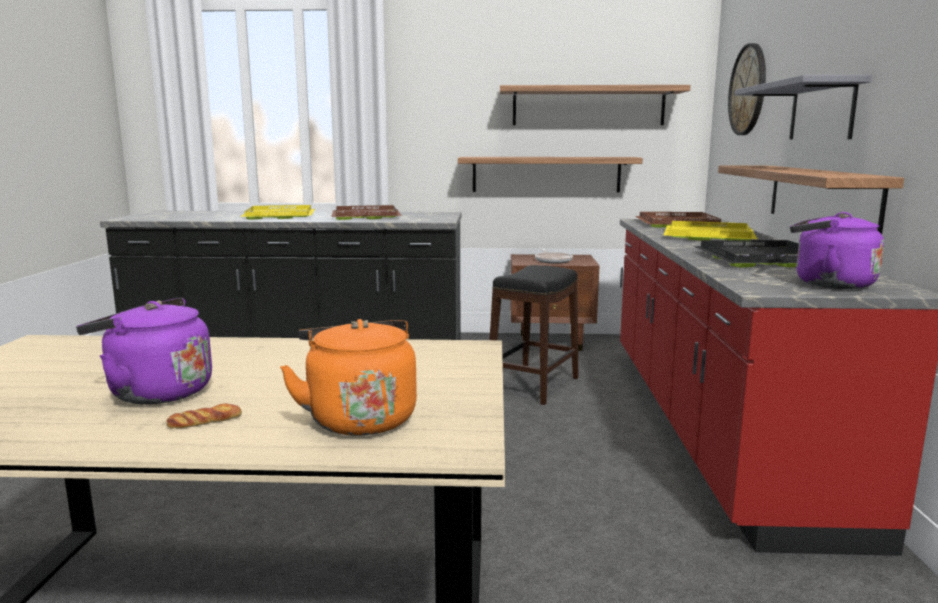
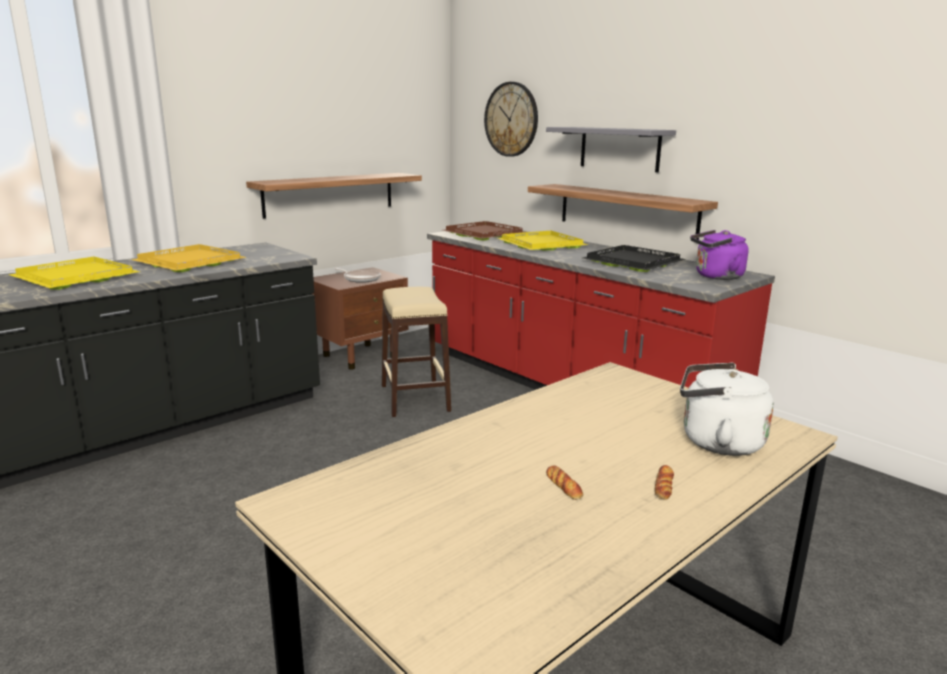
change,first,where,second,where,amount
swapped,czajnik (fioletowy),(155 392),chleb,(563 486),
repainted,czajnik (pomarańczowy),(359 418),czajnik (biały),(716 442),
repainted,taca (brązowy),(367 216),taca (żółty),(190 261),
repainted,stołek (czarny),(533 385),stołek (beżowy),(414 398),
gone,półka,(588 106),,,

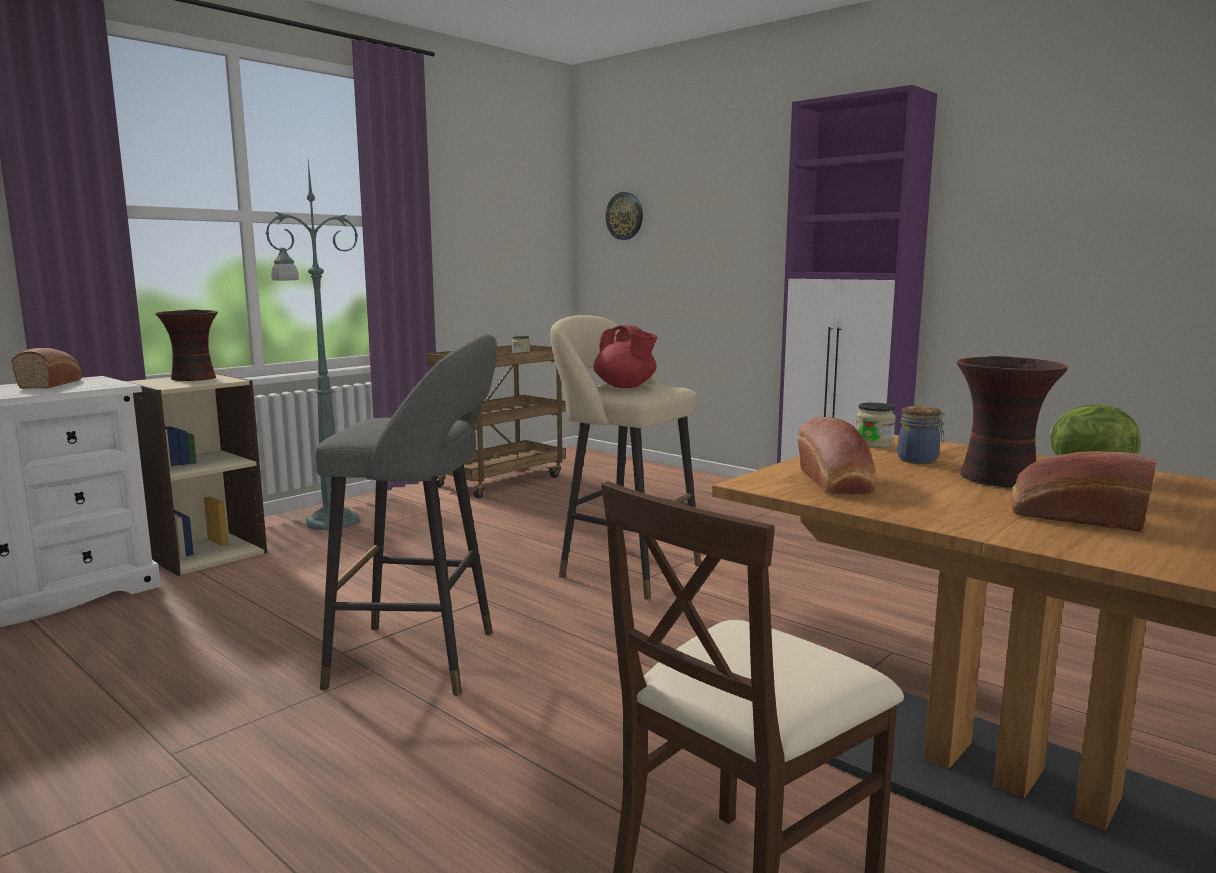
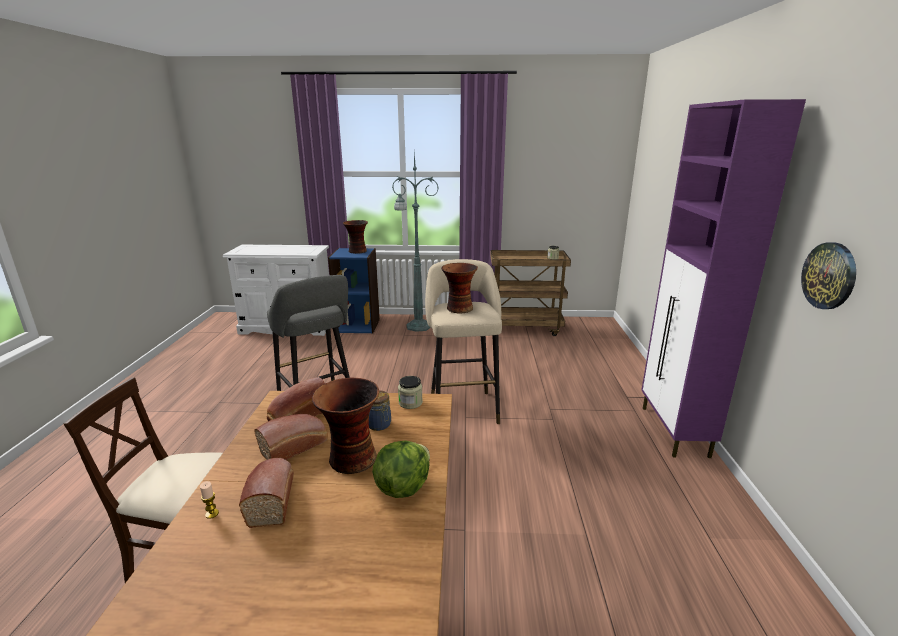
change,first,where,second,where,amount
shifted,chleb,(52 384),,(296 447),
repainted,regał (beżowy),(205 553),regał (niebieski),(358 325),
swapped,imbryk (czerwony),(625 387),wazon,(458 308),
shifted,zegar ścienny,(625 216),,(829 276),
new,,,świeca,(212 514),

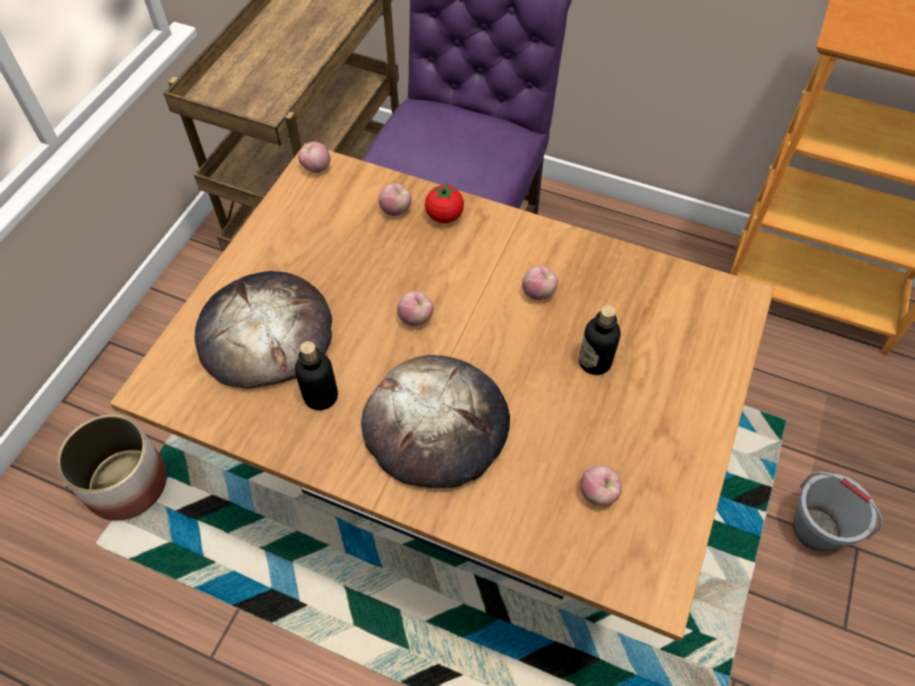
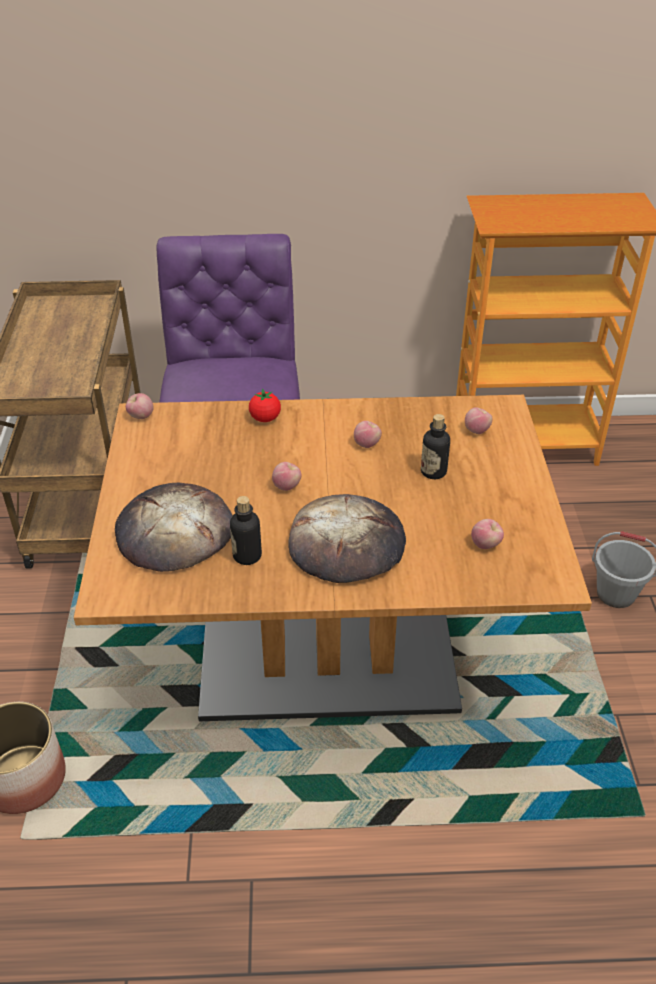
change,first,where,second,where,amount
shifted,jabłko,(396 210),,(476 430),

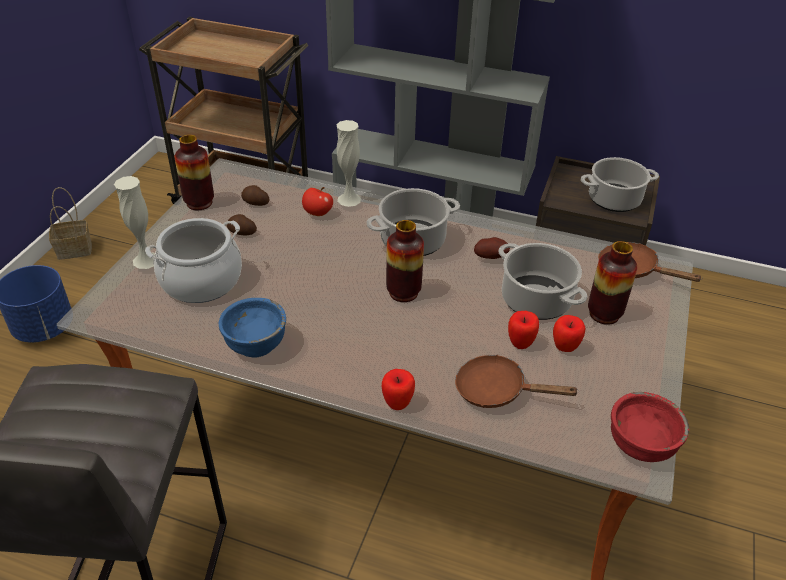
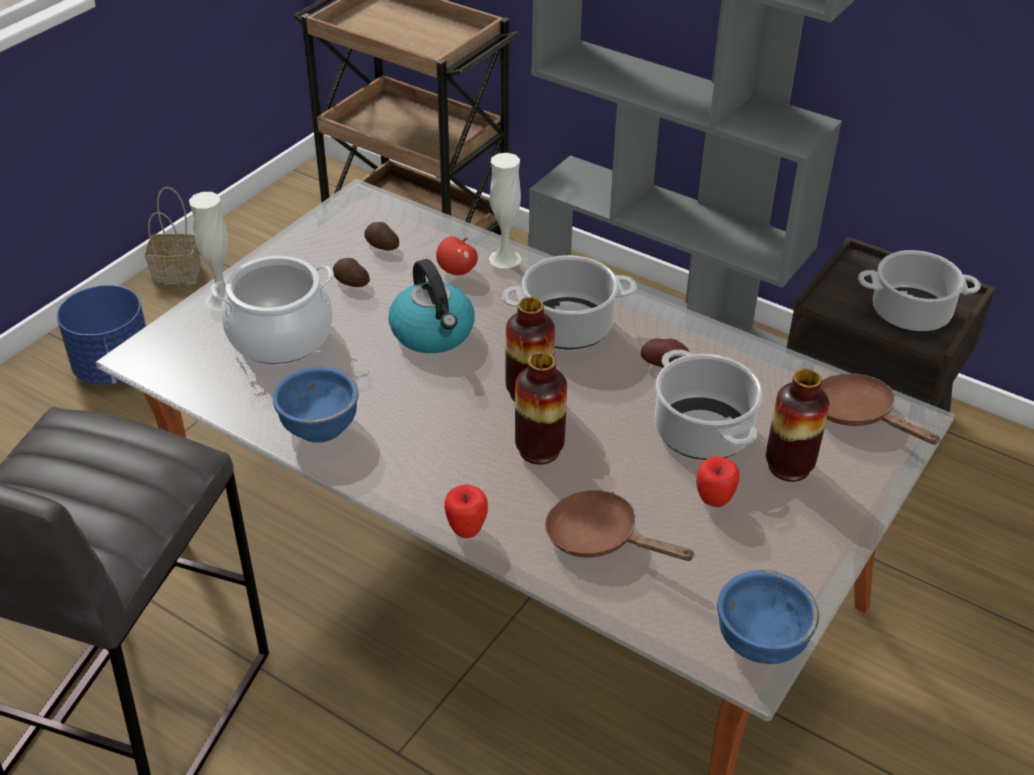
change,first,where,second,where,amount
shifted,wazon,(199 203),,(539 450),
gone,jabłko,(520 343),,,
repainted,miska (czerwony),(641 445),miska (niebieski),(762 641),
new,,,czajnik,(433 333),

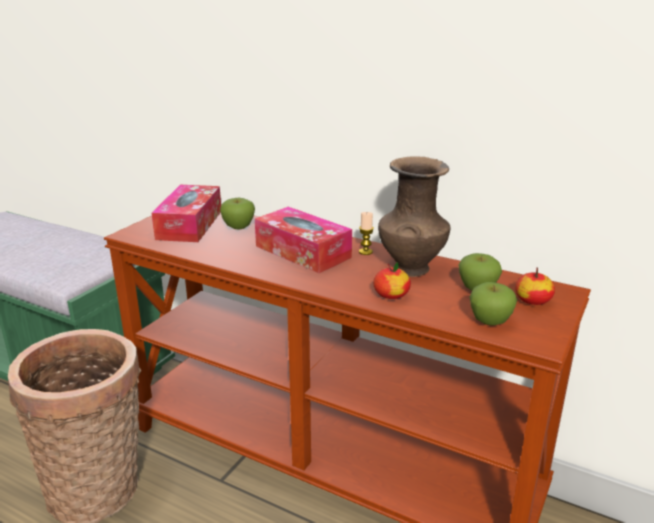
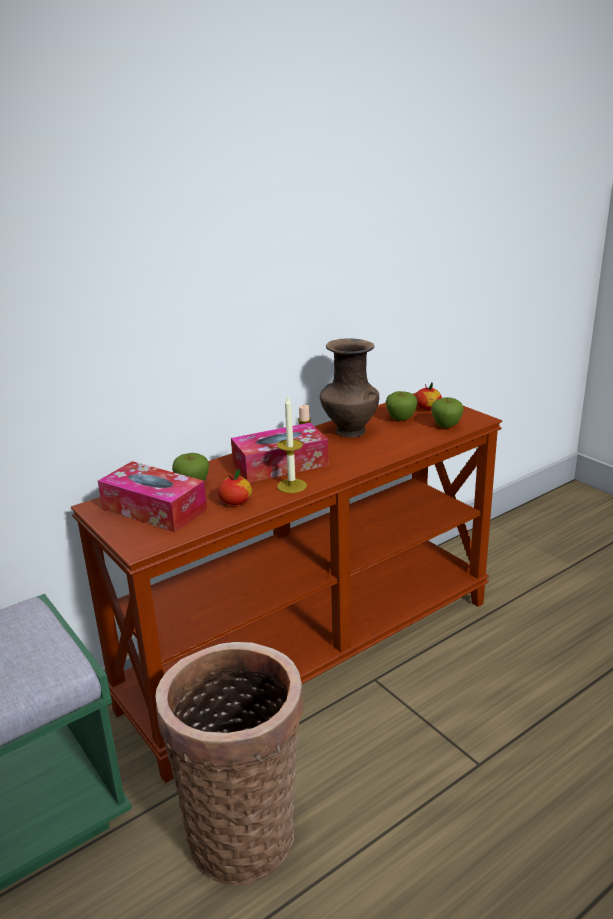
change,first,where,second,where,amount
shifted,jabłko,(391 295),,(235 501),
new,,,świeca,(292 486),

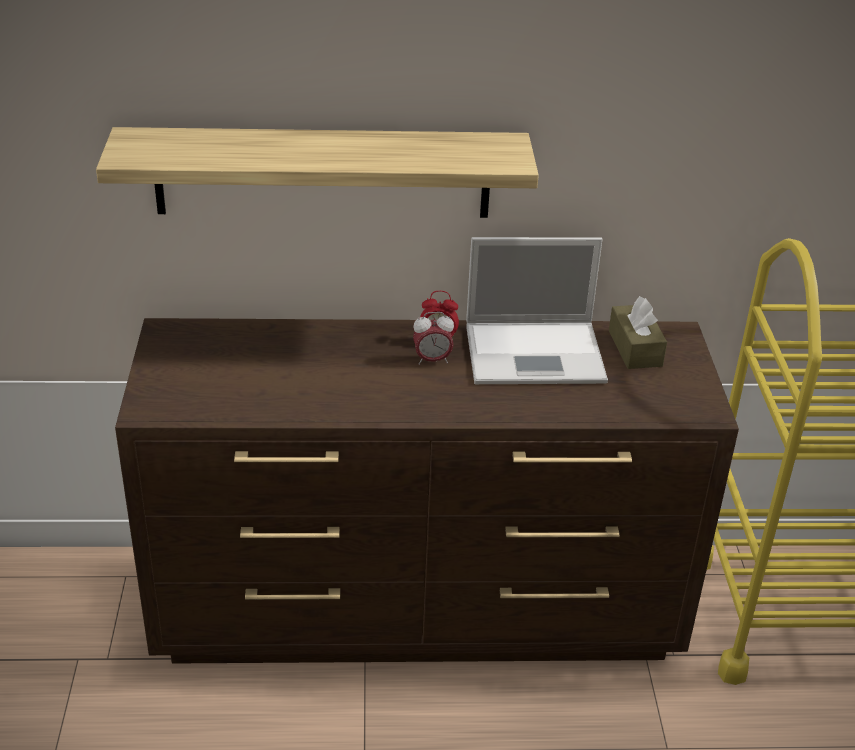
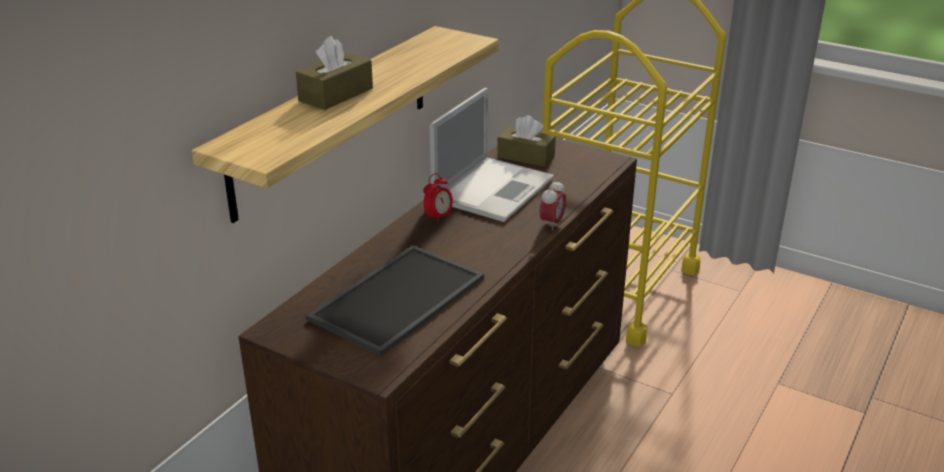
change,first,where,second,where,amount
shifted,budzik,(432 360),,(552 223),
new,,,pudełko chusteczek (brązowy),(336 94),
new,,,taca,(397 297),

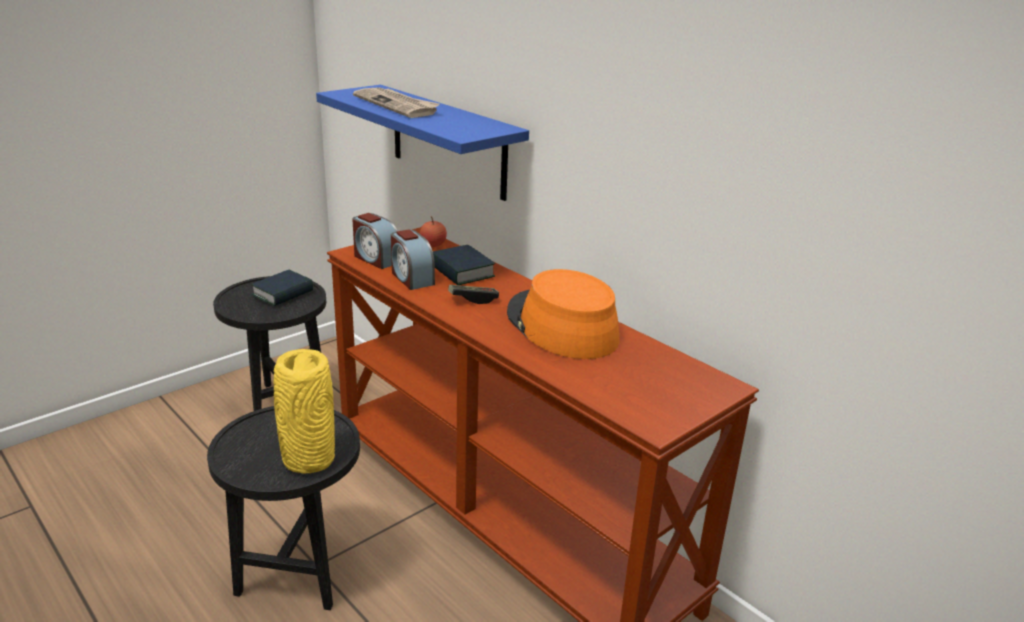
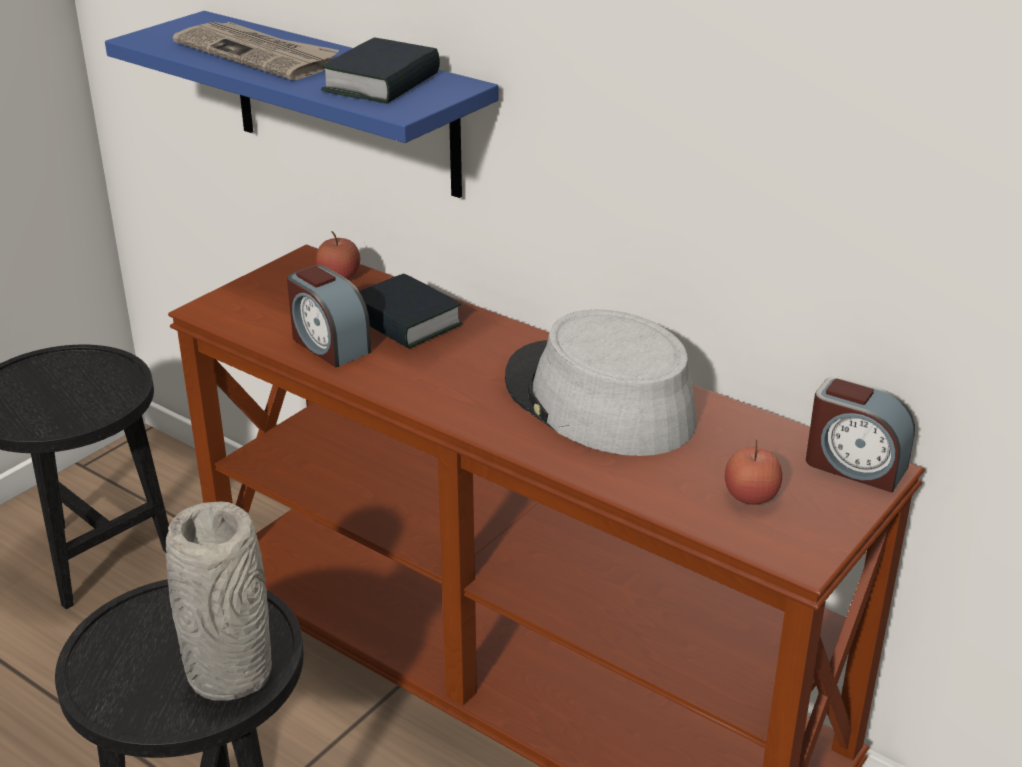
change,first,where,second,where,amount
shifted,książka,(283 293),,(382 83),
repainted,wazon (żółty),(308 460),wazon (szary),(229 675),
shifted,budzik,(376 259),,(854 466),
gone,pad do gier,(473 299),,,
repainted,kapelusz (pomarańczowy),(561 326),kapelusz (szary),(597 401),
new,,,jabłko,(750 496),

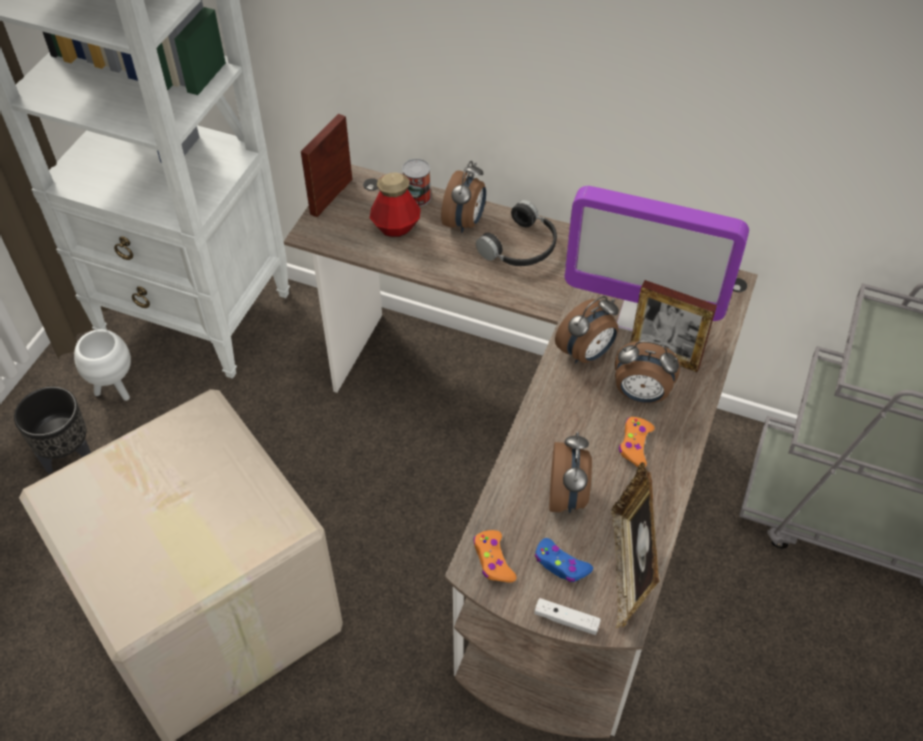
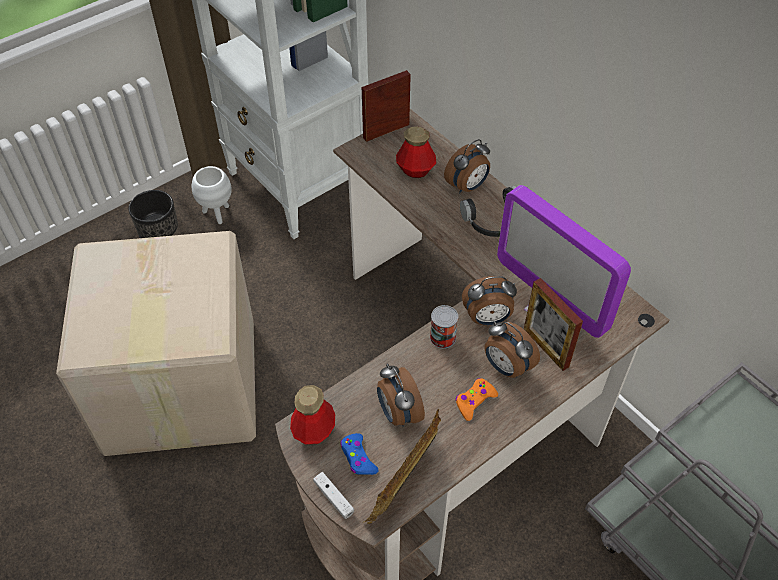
change,first,where,second,where,amount
shifted,puszka,(417 197),,(442 337),
swapped,pad do gier (pomarańczowy),(493 560),butelka,(314 431),
rotated,budzik,(568 496),,(398 413),120 degrees clockwise

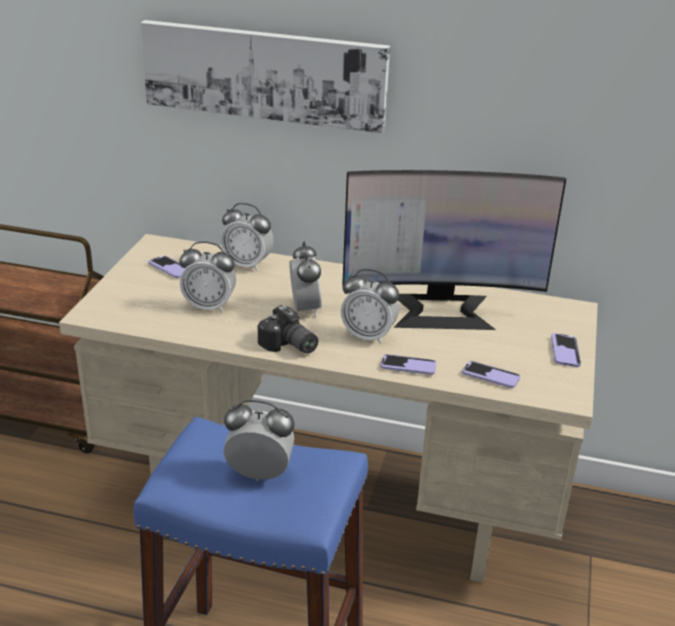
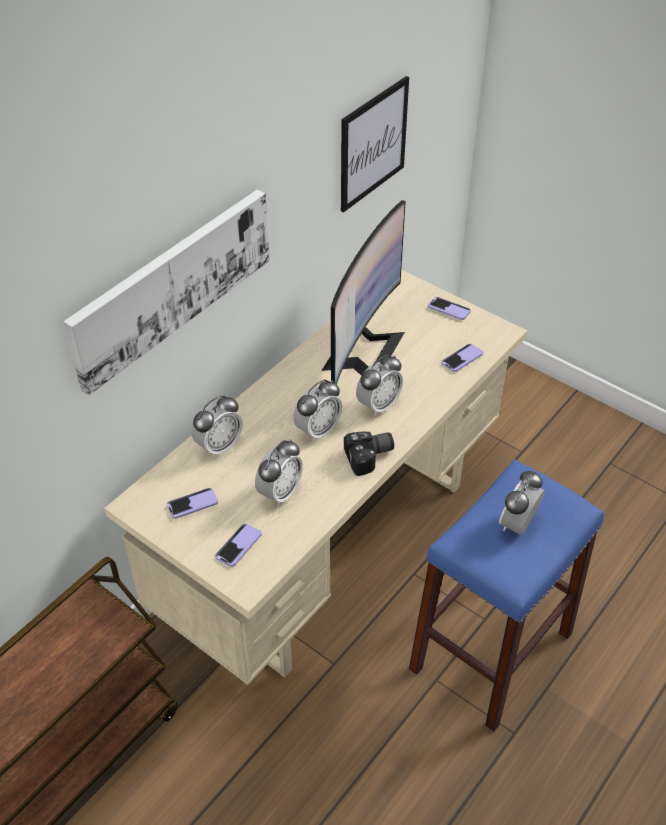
change,first,where,second,where,amount
rotated,budzik,(304 309),,(318 430),120 degrees clockwise
shifted,telefon,(408 366),,(238 546),
new,,,obraz,(373 144),

